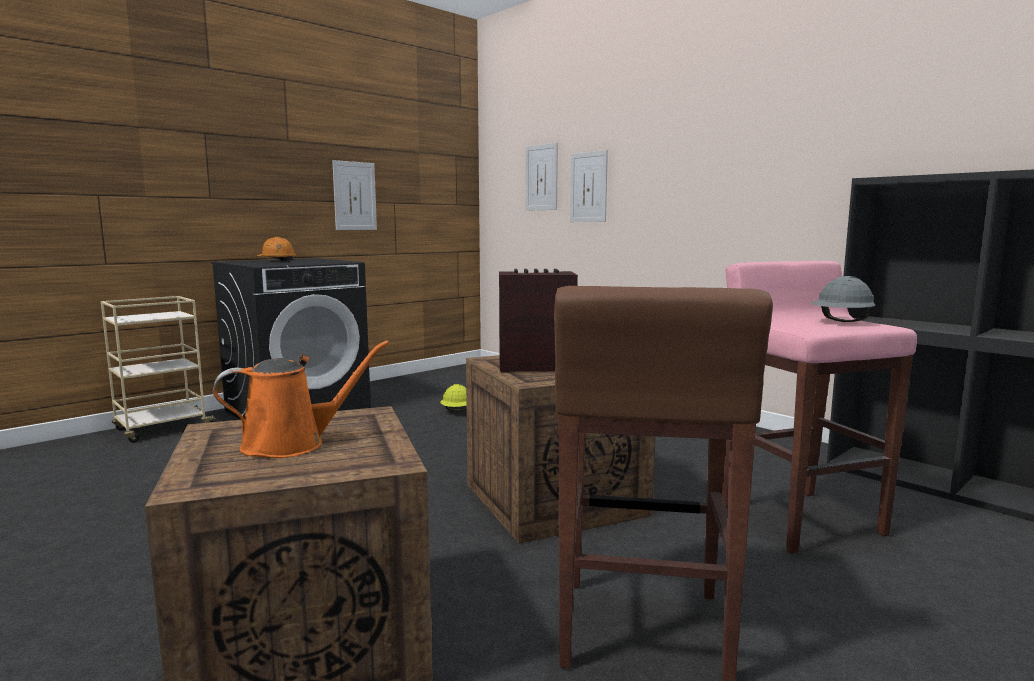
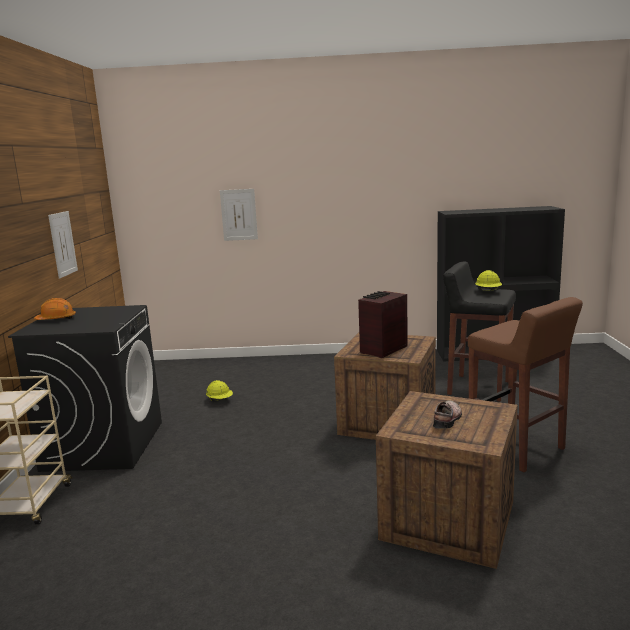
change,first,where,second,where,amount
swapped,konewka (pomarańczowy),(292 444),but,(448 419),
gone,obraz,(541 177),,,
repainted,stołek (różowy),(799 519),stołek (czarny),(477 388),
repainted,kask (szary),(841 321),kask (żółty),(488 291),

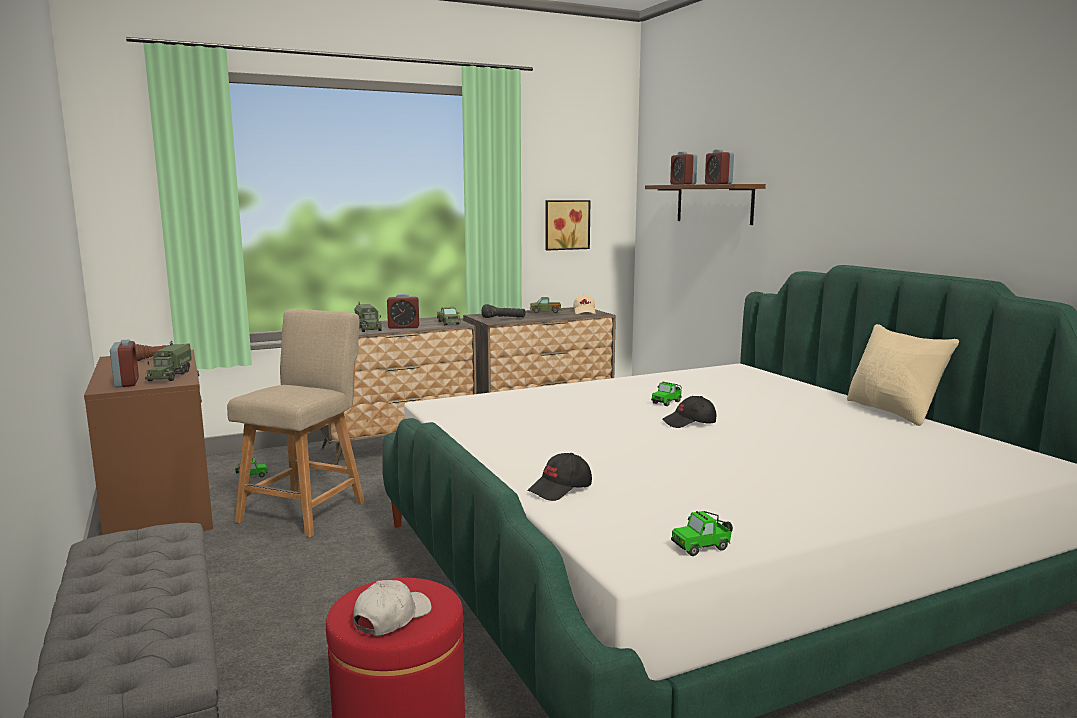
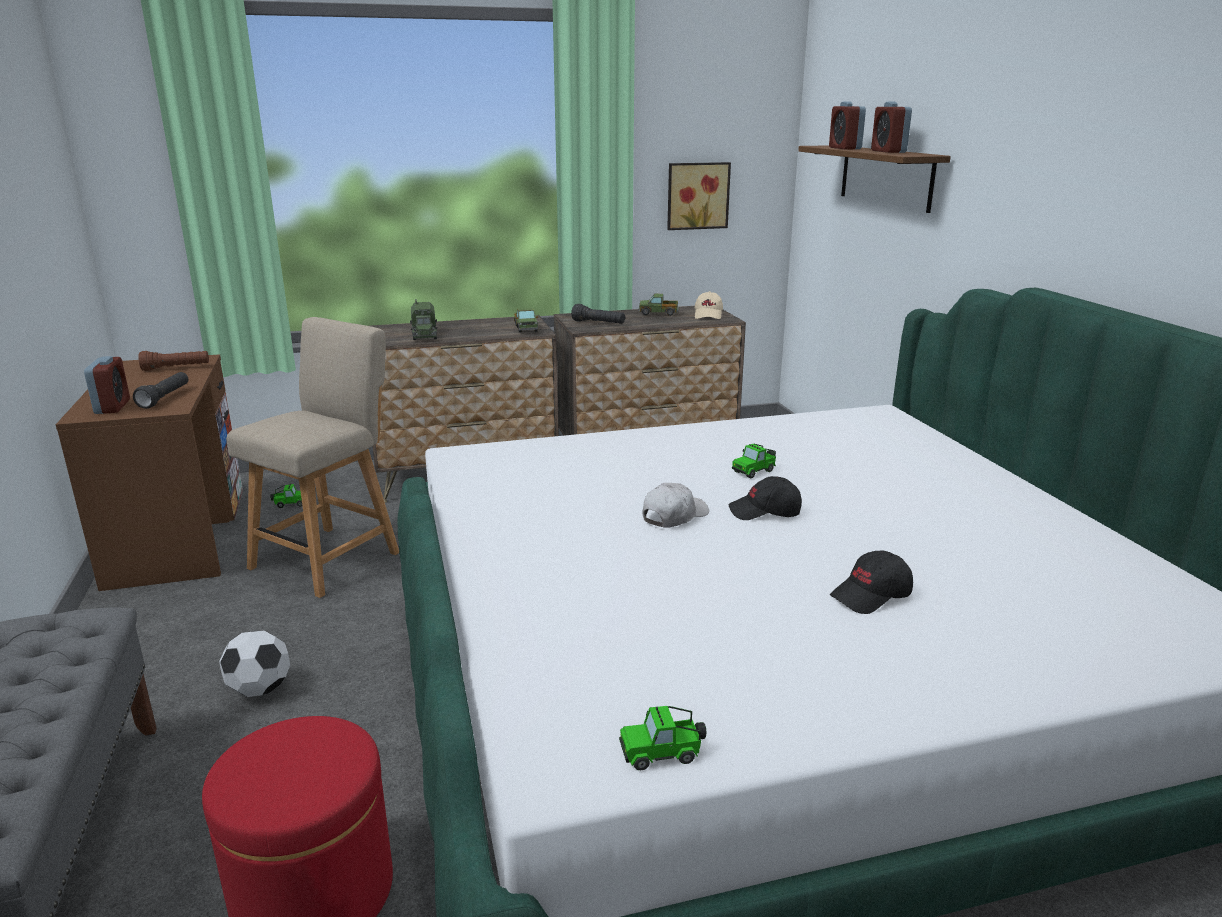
change,first,where,second,where,amount
swapped,ciężarówka zabawkowa,(169 376),latarka (czarny),(165 398),
shifted,czapka z daszkiem (biały),(391 618),,(674 516),
gone,budzik,(403 327),,,
shifted,czapka z daszkiem (czarny),(560 489),,(871 596),
gone,poduszka (beżowy),(893 412),,,
new,,,piłka futbolowa,(259 690),

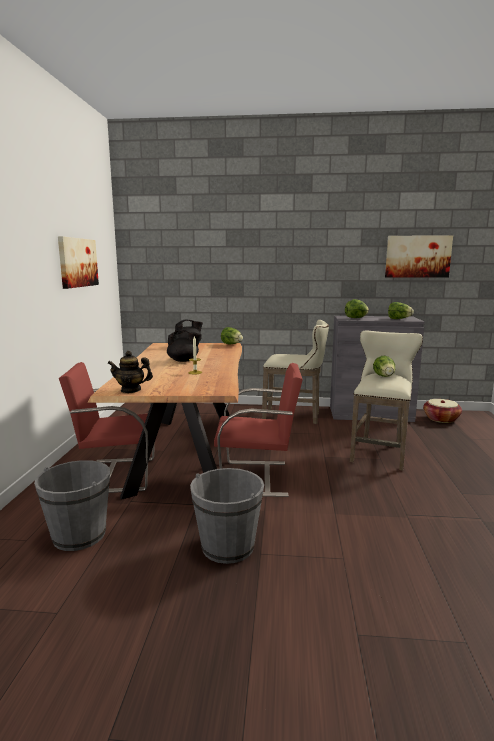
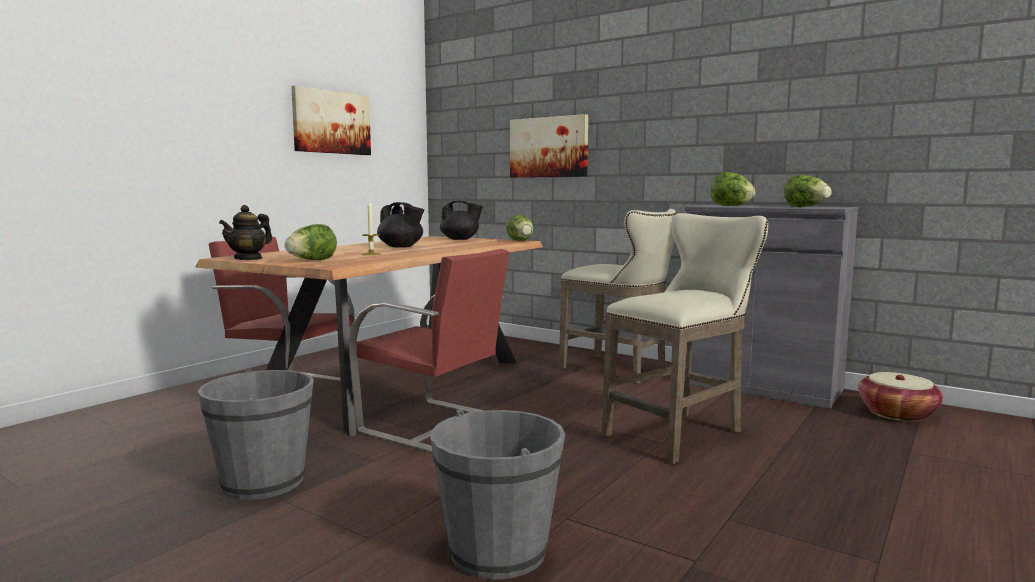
change,first,where,second,where,amount
shifted,wiadro (szary),(79 535),,(498 551),
rotated,imbryk,(131 390),,(248 258),90 degrees counterclockwise
shifted,sałata,(384 377),,(311 260),
shifted,obraz,(417 256),,(549 147),

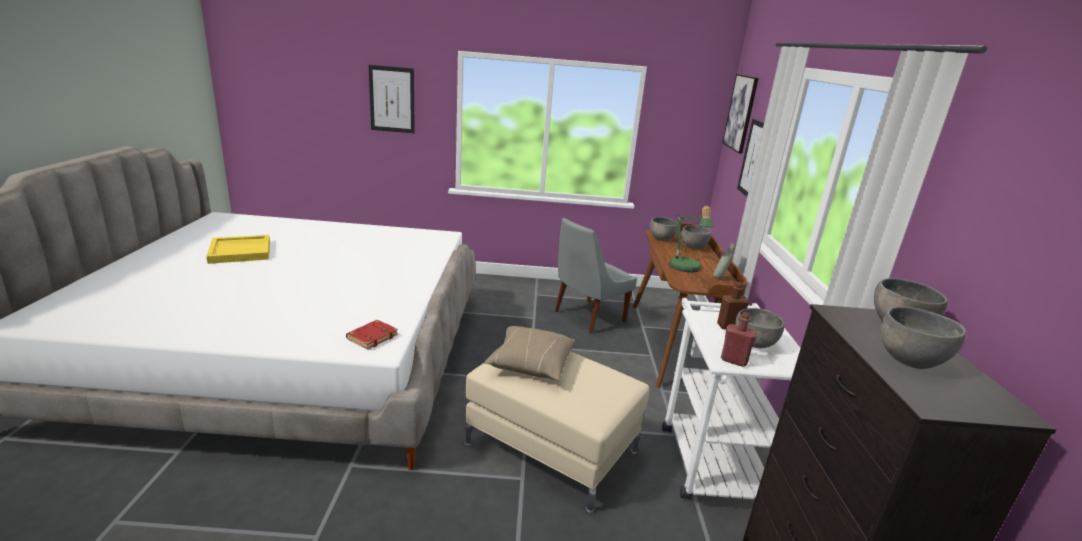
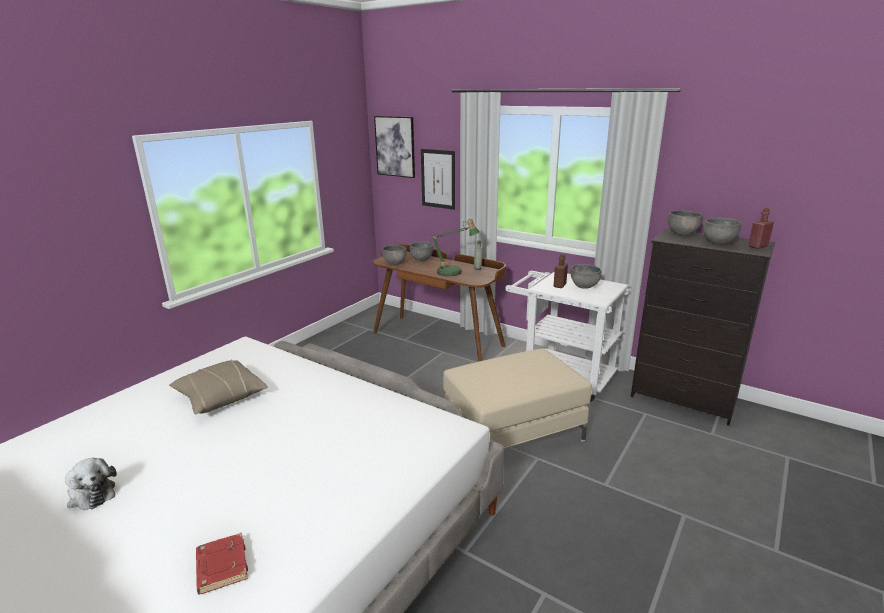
change,first,where,second,where,amount
swapped,taca (żółty),(241 251),pluszak,(91 493),
shifted,książka (czerwony),(372 337),,(221 566),
gone,obraz,(392 99),,,
shifted,poduszka (beżowy),(530 363),,(220 397),
gone,krzesło (szary),(587 317),,,
shifted,butelka (czerwony),(734 361),,(758 246),

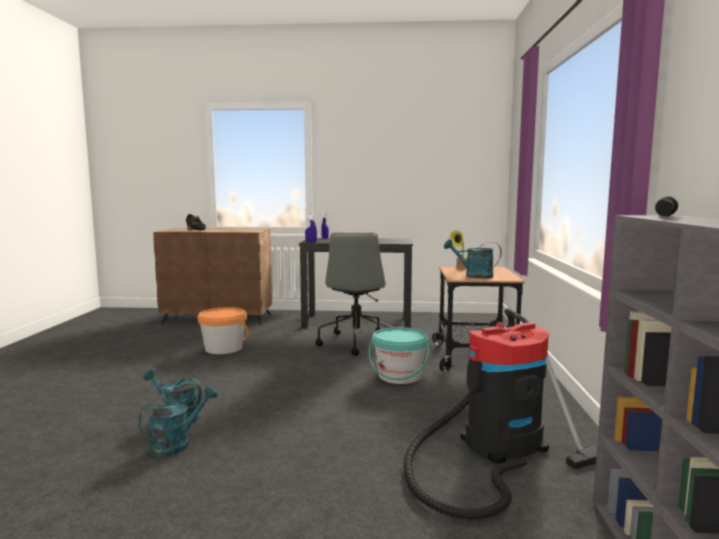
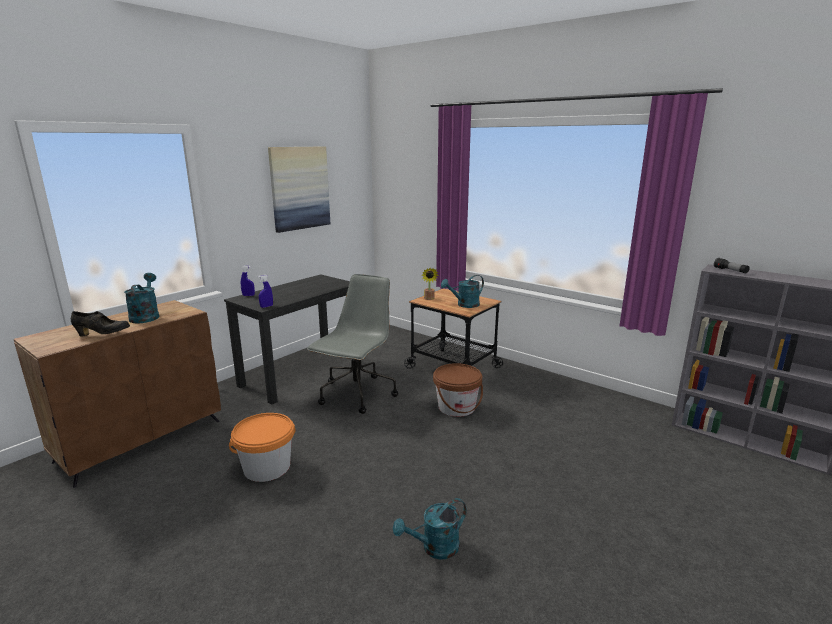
change,first,where,second,where,amount
shifted,konewka (turkusowy),(177 444),,(146 316),
rotated,krzesło biurowe (szary),(356 342),,(357 395),105 degrees counterclockwise
repainted,wiadro (turkusowy),(399 376),wiadro (brązowy),(456 407),
gone,odkurzacz,(497 447),,,
new,,,obraz,(299 188),

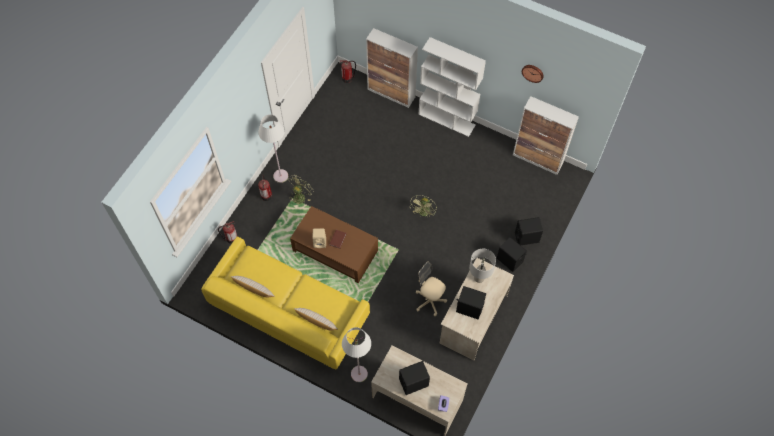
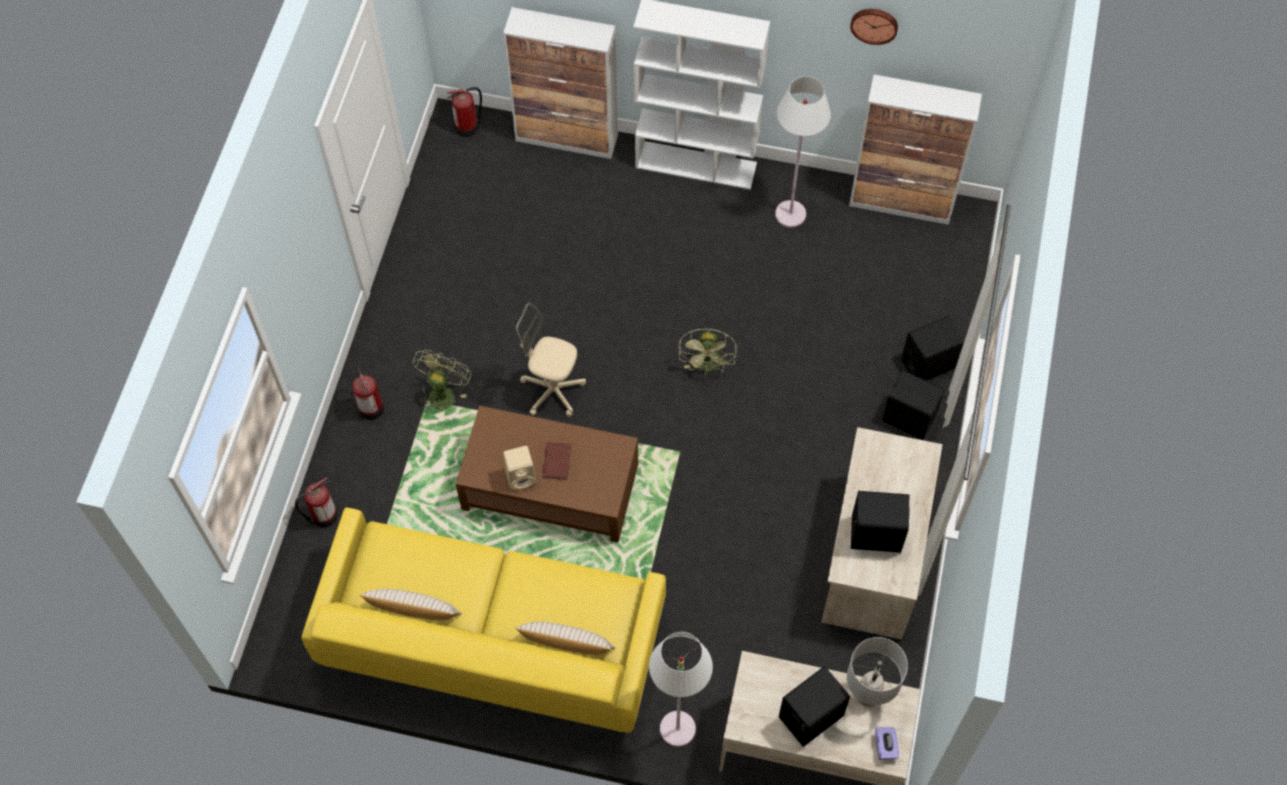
change,first,where,second,where,amount
shifted,lampa stojąca (biały),(281 176),,(790 214),
shifted,krzesło biurowe (beżowy),(430 301),,(552 391),
shifted,lampa stołowa (szary),(479 278),,(868 696),

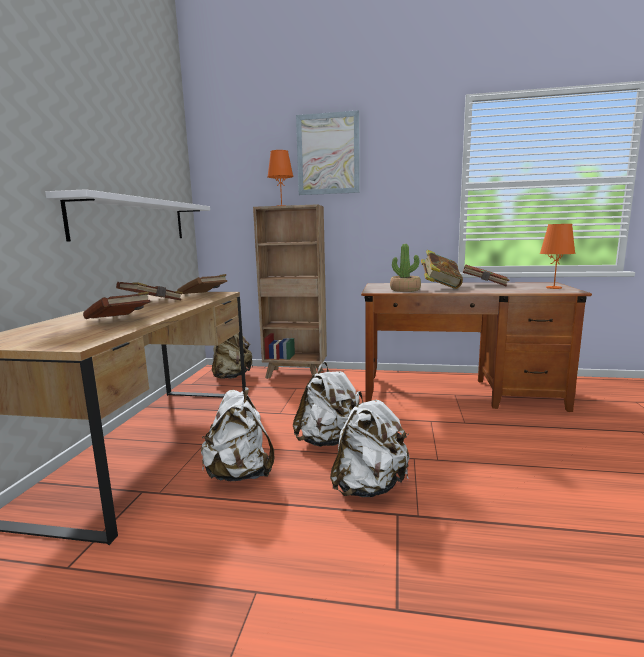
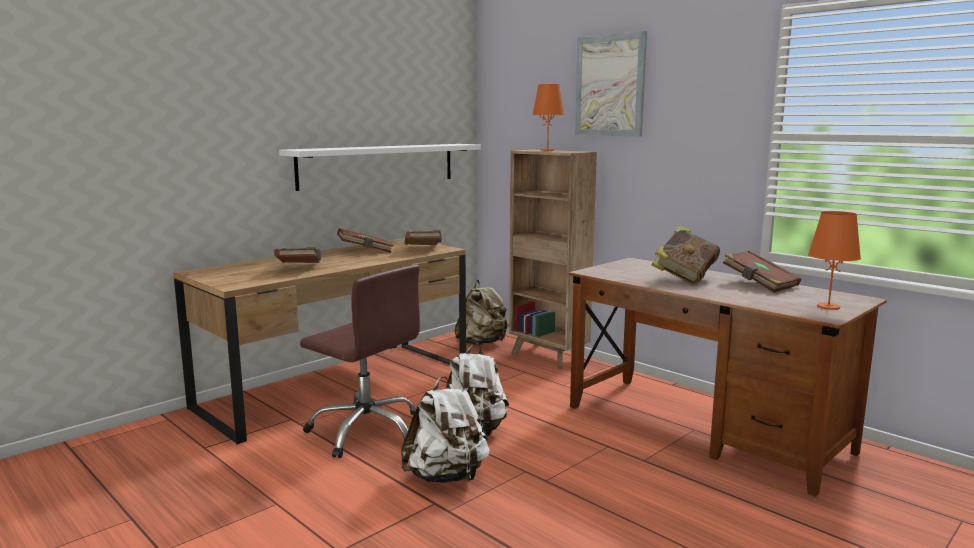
change,first,where,second,where,amount
swapped,plecak (biały),(239 474),krzesło biurowe (brązowy),(367 430),
gone,roślina doniczkowa,(405 290),,,

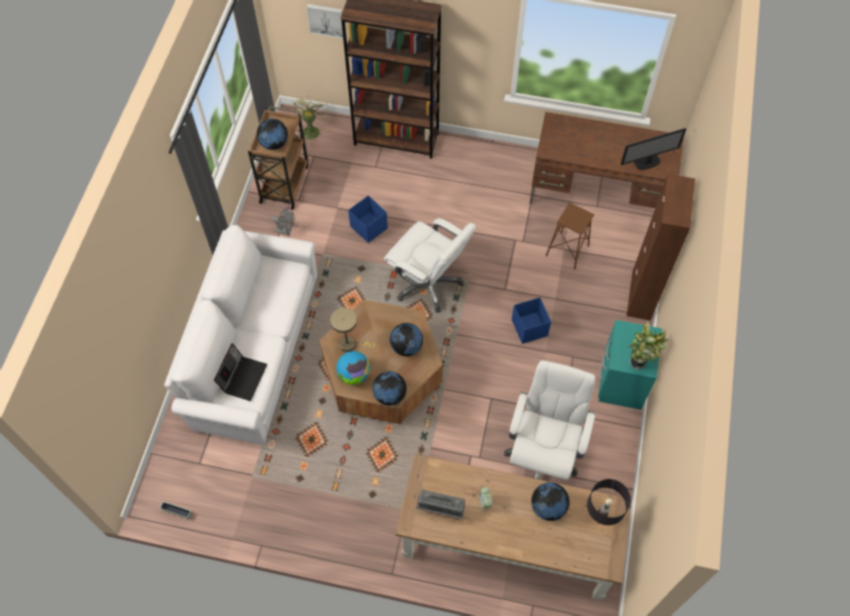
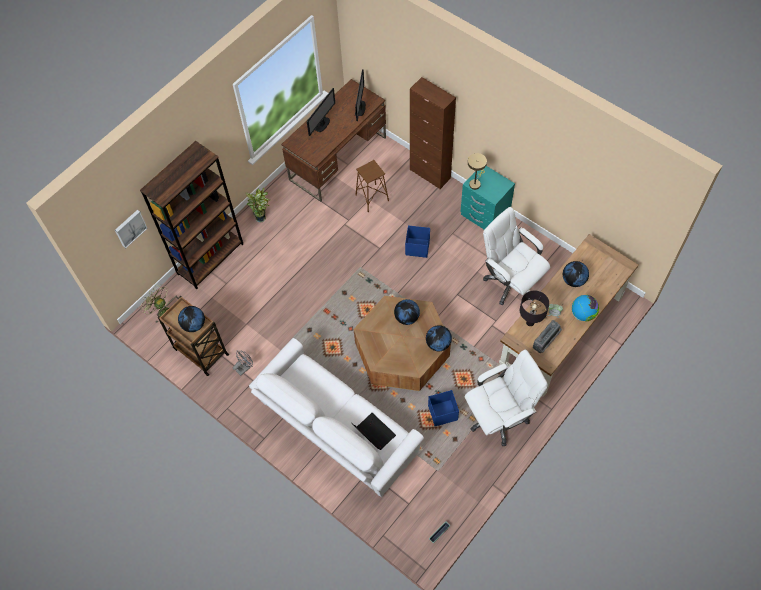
change,first,where,second,where,amount
shifted,lampa stołowa (beżowy),(350 344),,(475 183),
shifted,globus,(354 375),,(583 314),
shifted,pojemnik do przechowywania (niebieski),(368 227),,(442 413),
shifted,krzesło biurowe (biały),(428 283),,(499 417),
shifted,lampa stołowa (czarny),(600 517),,(530 323),
shifted,roślina doniczkowa,(639 362),,(261 217),
new,,,monitor,(322 125),

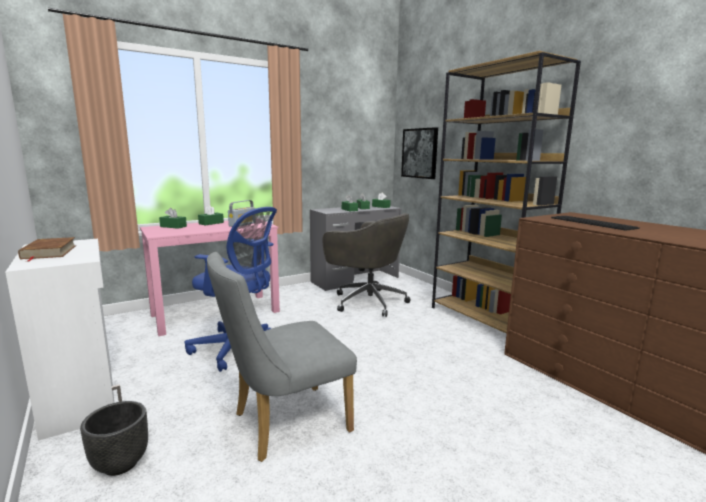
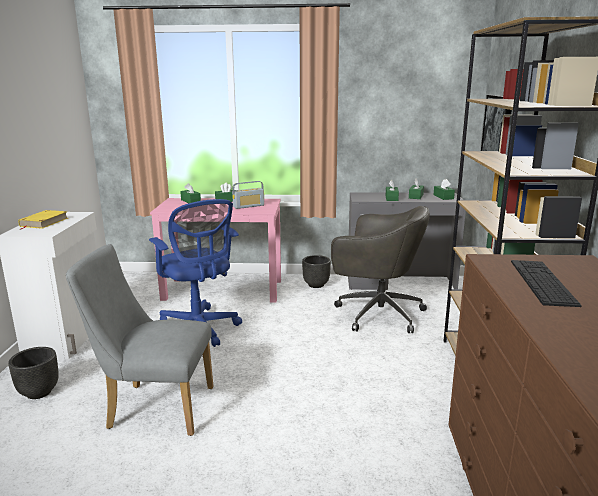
change,first,where,second,where,amount
repainted,książka (brązowy),(49 252),książka (żółty),(44 222),
rotated,krzesło biurowe (szary),(367 301),,(377 313),45 degrees counterclockwise
new,,,donica (czarny),(316 285),

